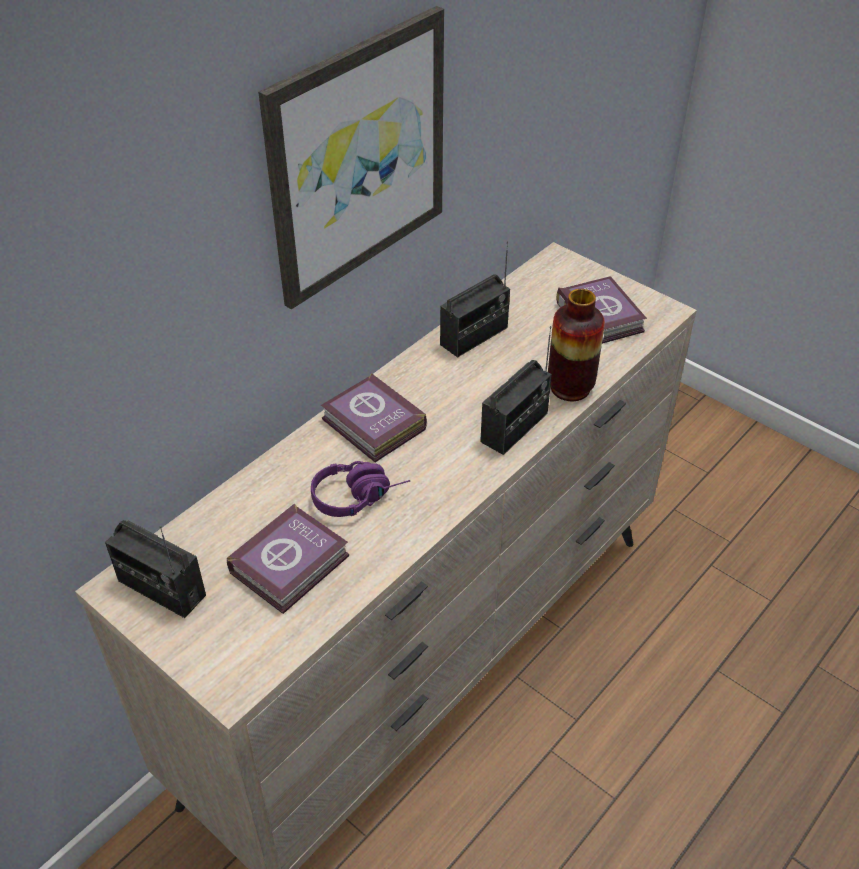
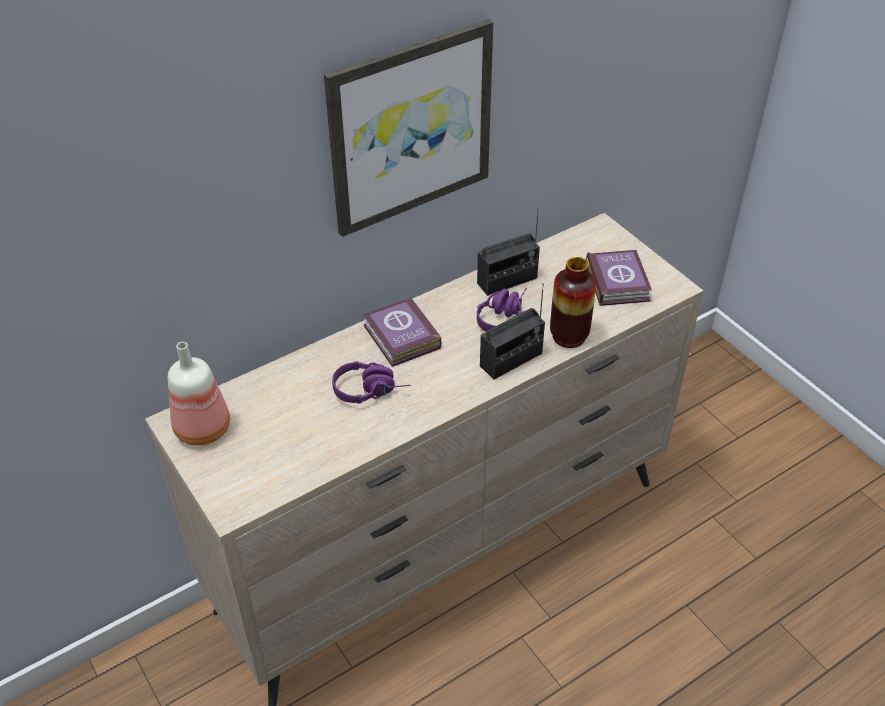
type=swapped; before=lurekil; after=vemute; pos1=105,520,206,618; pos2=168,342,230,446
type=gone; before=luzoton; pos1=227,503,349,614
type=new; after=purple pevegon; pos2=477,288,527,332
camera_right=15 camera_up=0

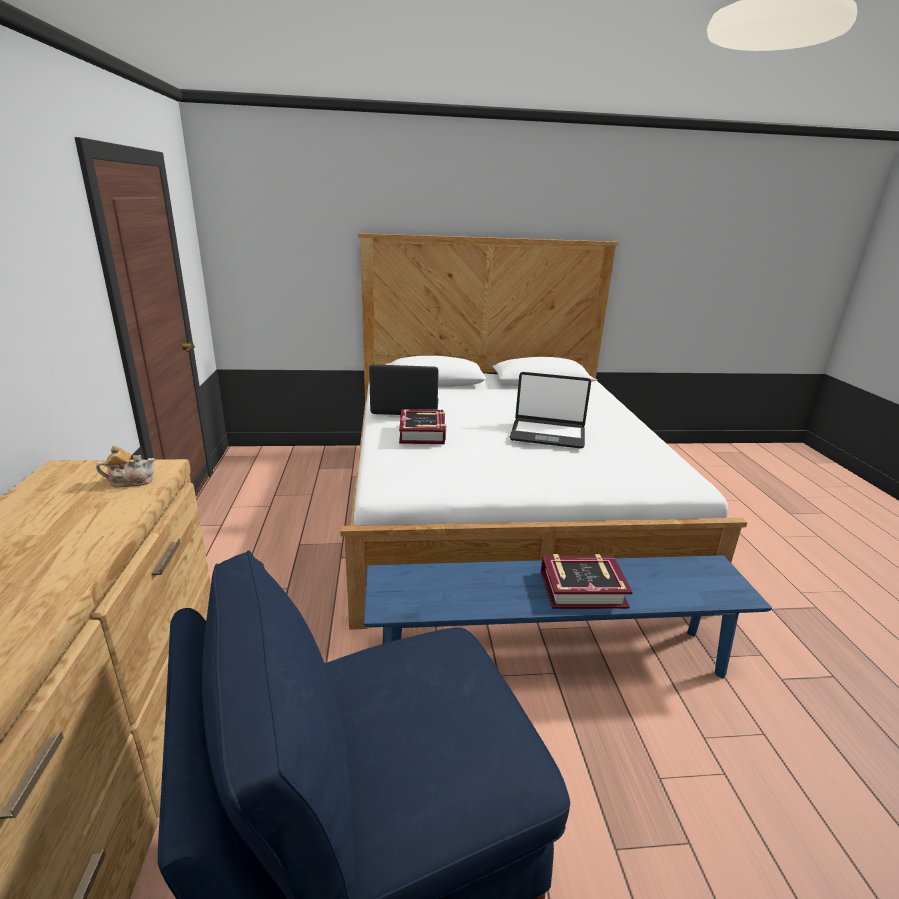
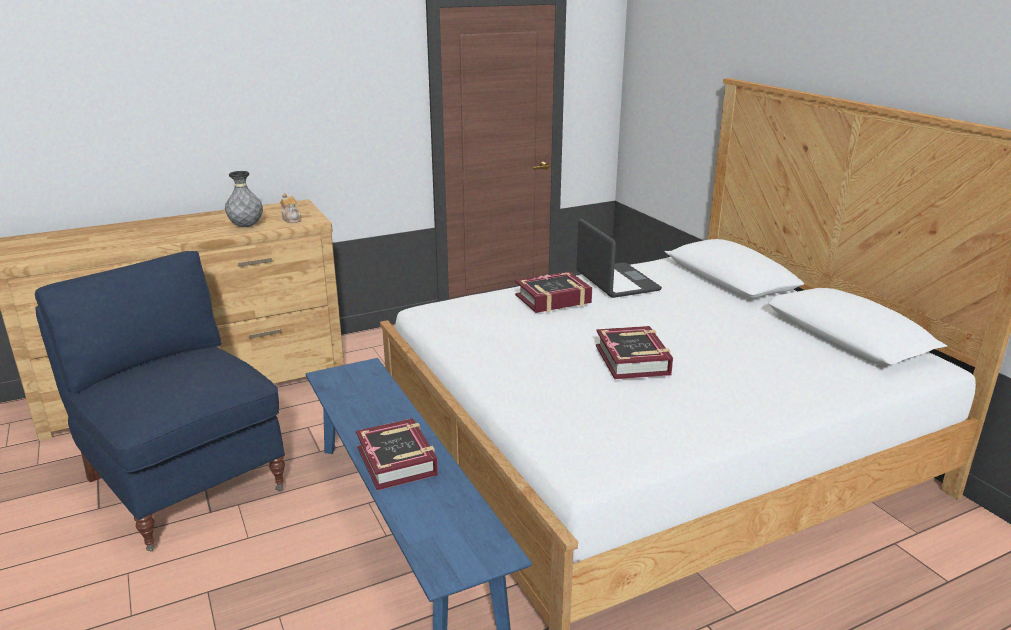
type=swapped; before=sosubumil; after=luzoton; pos1=510,372,591,449; pos2=596,326,673,379
type=new; after=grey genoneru; pos2=225,171,263,227
camera_right=70 camera_up=0

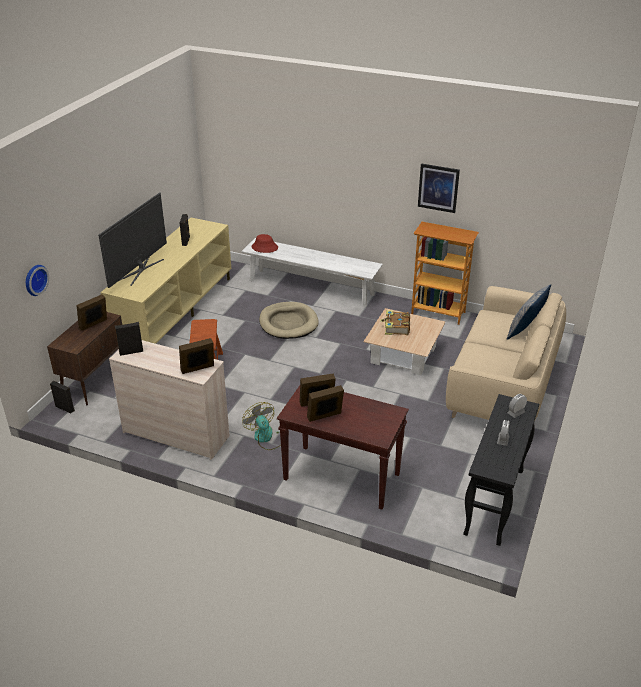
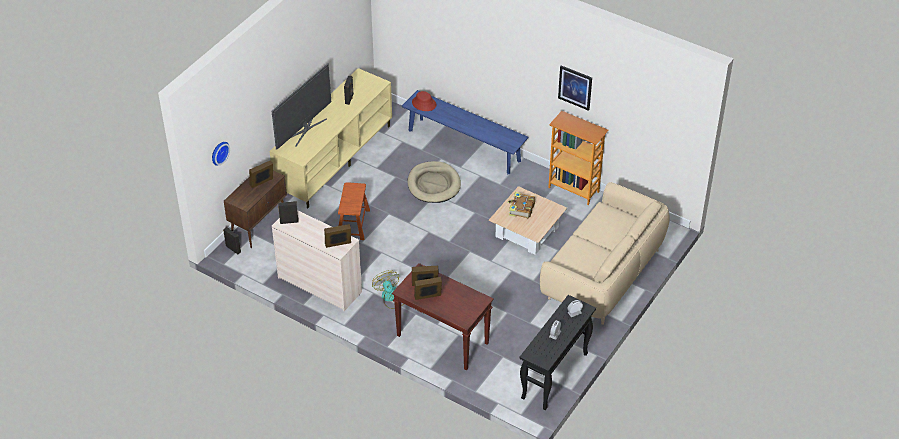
type=repainted; before=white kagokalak; after=blue kagokalak; pos1=241,238,383,307; pos2=402,90,529,174
type=gone; before=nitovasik; pos1=507,284,551,340
camera_right=10 camera_up=10

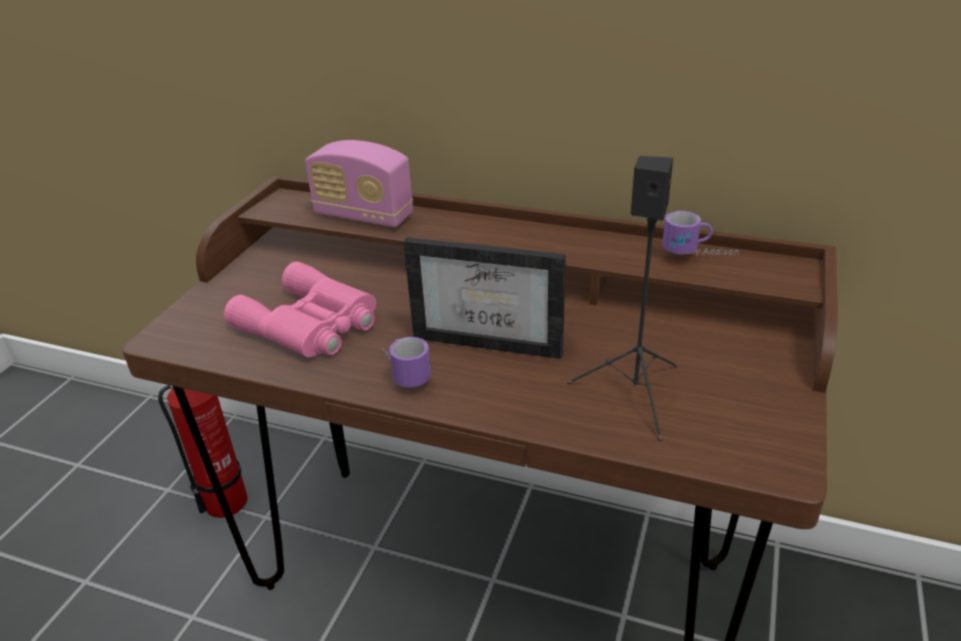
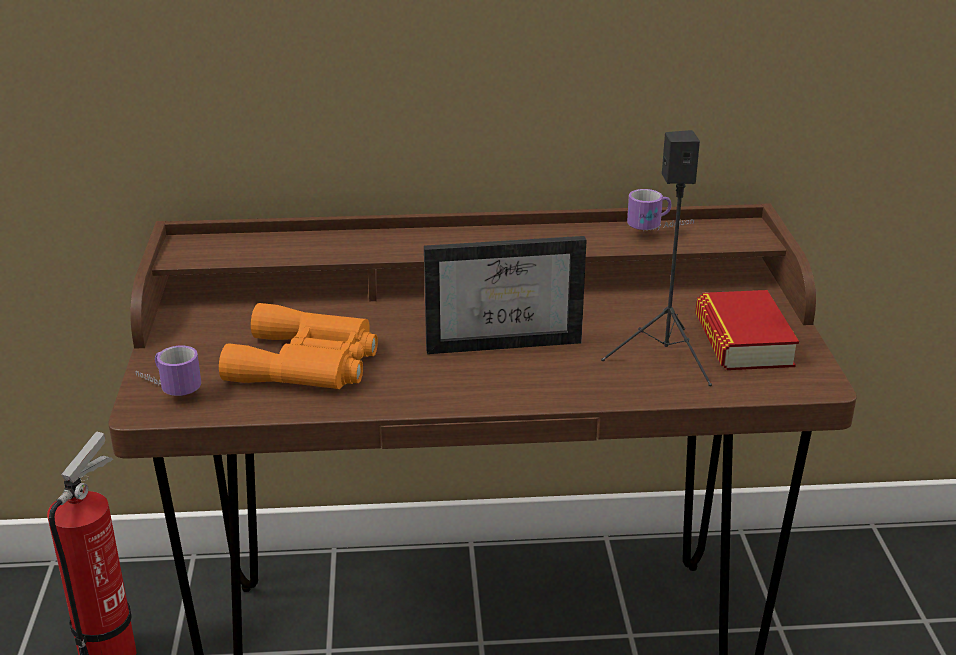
type=repainted; before=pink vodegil; after=orange vodegil; pos1=224,262,376,357; pos2=219,303,378,389
type=gone; before=lurekil; pos1=305,140,413,227
type=shifted; before=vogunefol; pos1=383,337,431,387; pos2=136,346,201,396
type=new; after=luzoton; pos2=695,290,799,370
camera_right=-25 camera_up=-5

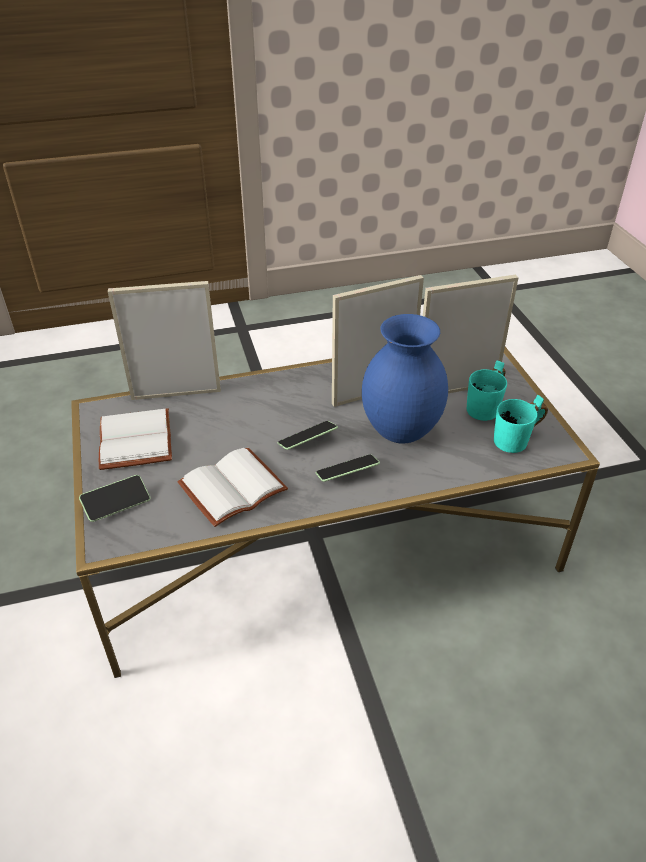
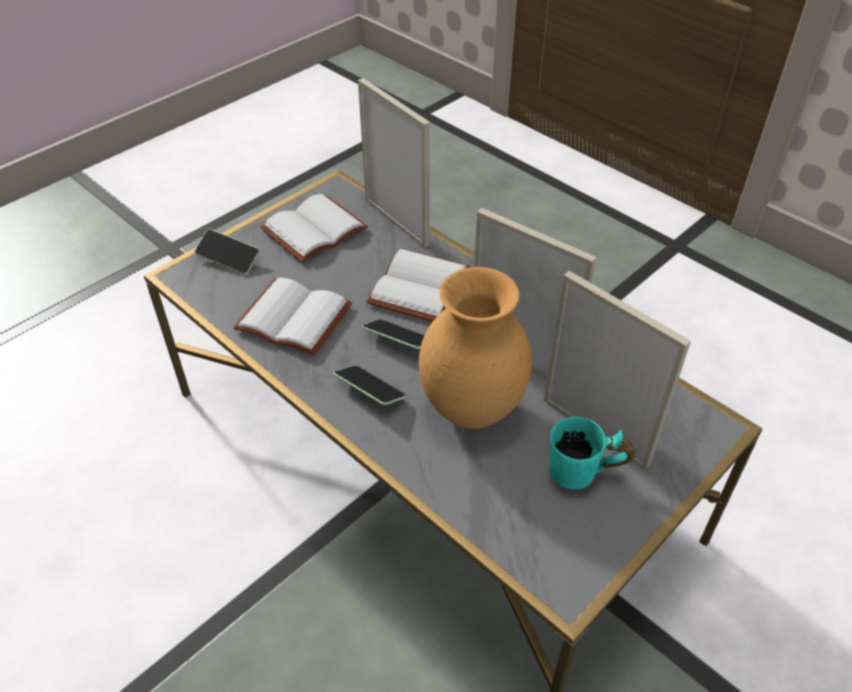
type=repainted; before=blue genoneru; after=brown genoneru; pos1=362,314,448,443; pos2=419,267,532,429
type=gone; before=turquoise vogunefol; pos1=494,395,548,453
type=new; after=white luzoton; pos2=366,249,470,321
camera_right=60 camera_up=5

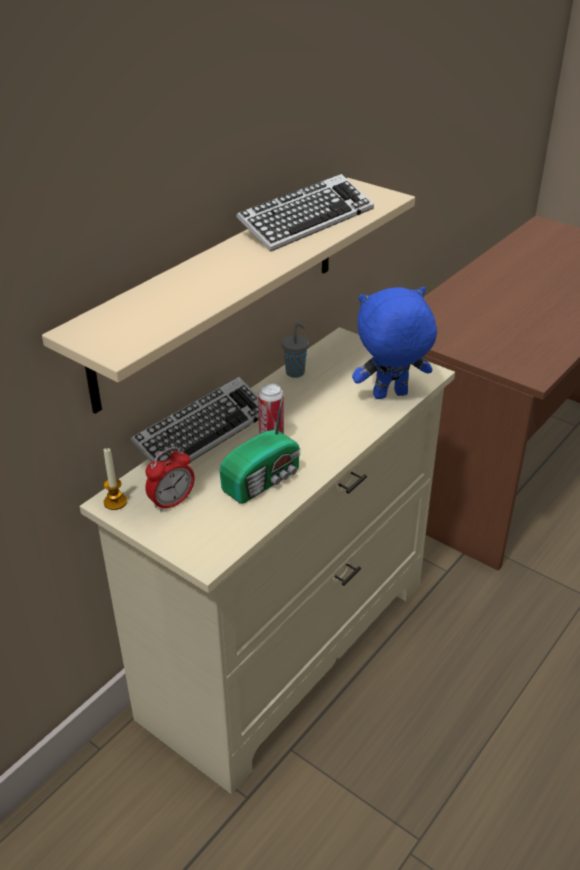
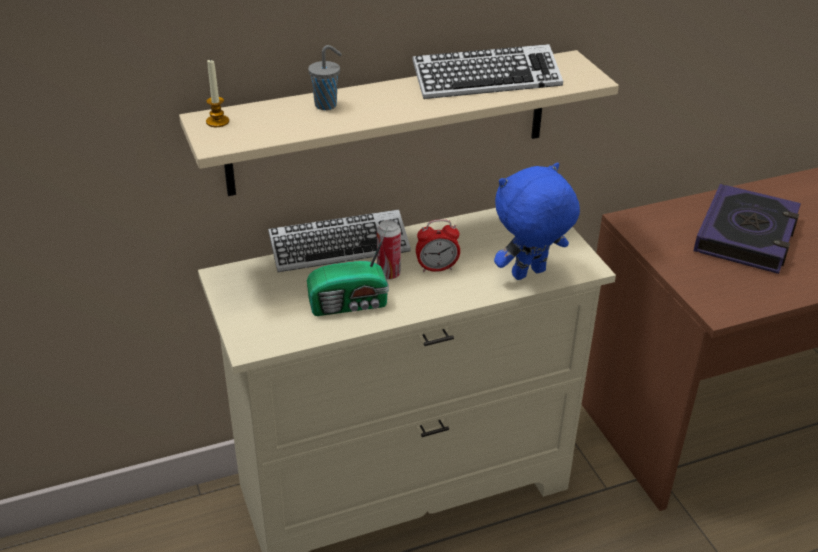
type=shifted; before=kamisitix; pos1=104,448,127,510; pos2=206,59,229,127
type=shifted; before=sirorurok; pos1=145,447,195,512; pos2=416,219,460,272
type=shifted; before=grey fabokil; pos1=282,323,309,378; pos2=308,45,342,110
type=rotated; before=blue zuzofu; pos1=352,287,437,399; pos2=494,163,580,280; turn=-45
type=new; after=luzoton; pos2=694,184,801,274
camera_right=30 camera_up=0

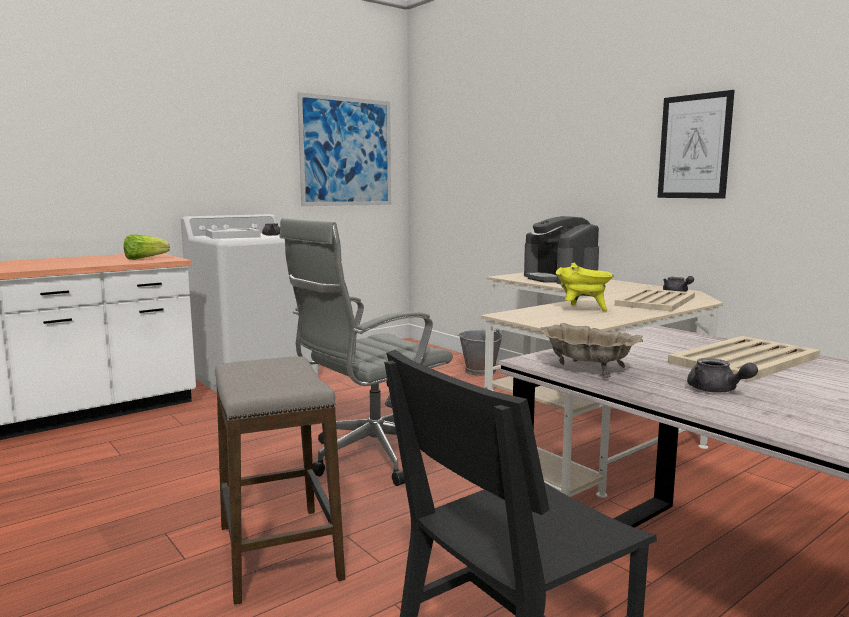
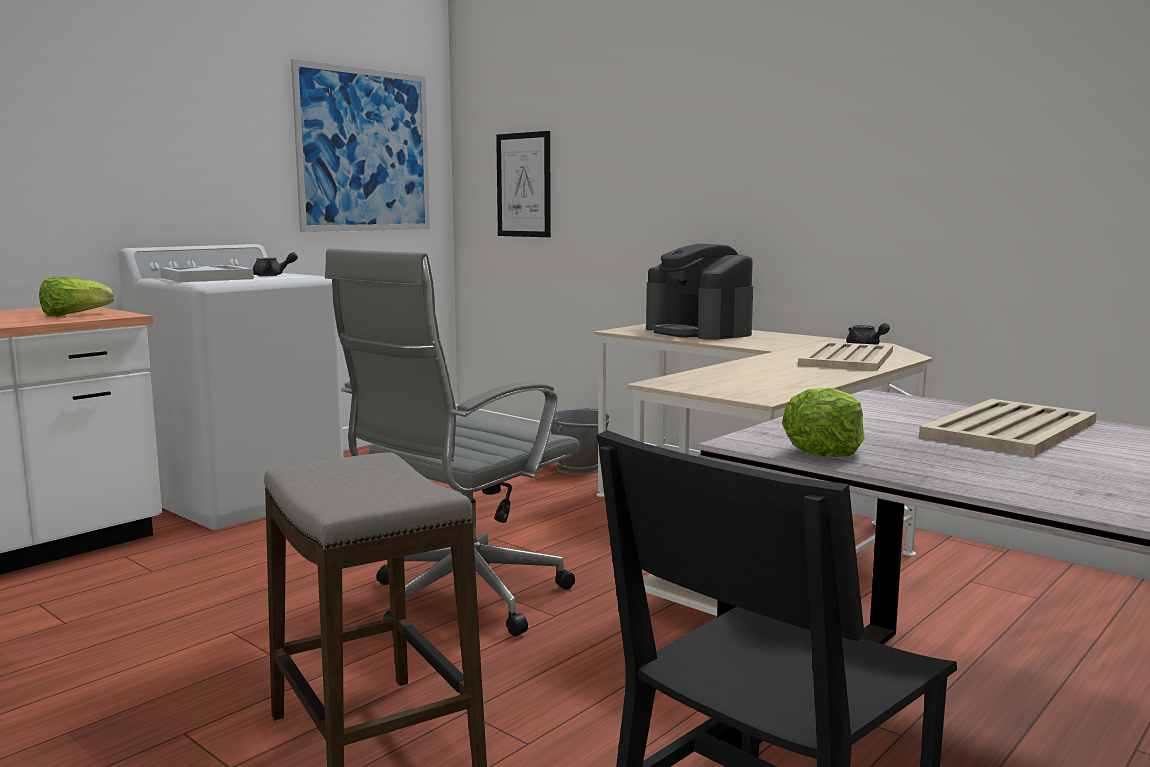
type=swapped; before=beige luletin; after=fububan; pos1=540,323,643,378; pos2=782,388,865,457
type=gone; before=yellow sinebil; pos1=555,263,614,311
type=shifted; before=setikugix; pos1=658,90,735,199; pos2=496,131,551,237
type=gone; before=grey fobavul; pos1=687,358,758,393
camera_right=-10 camera_up=0

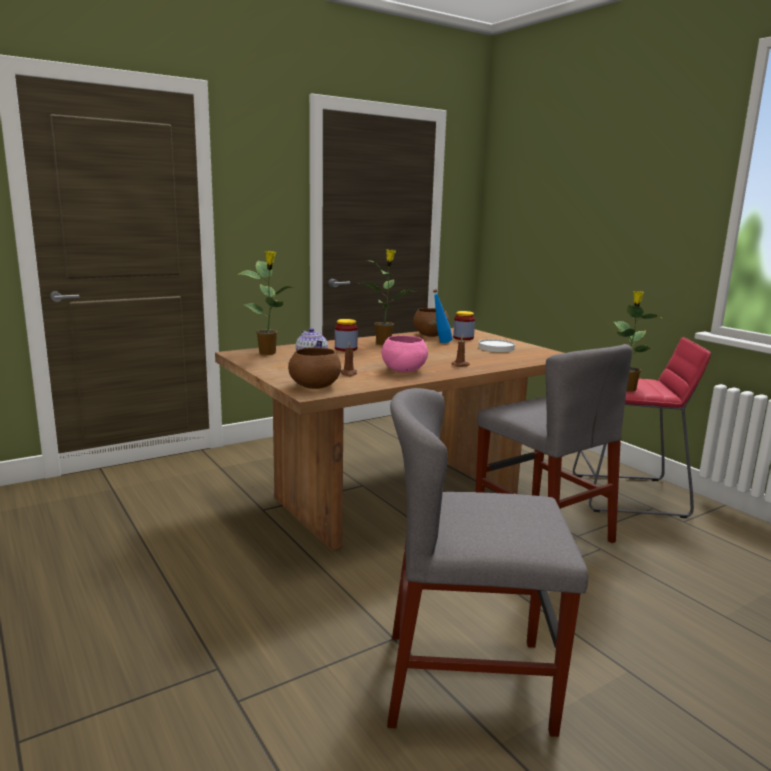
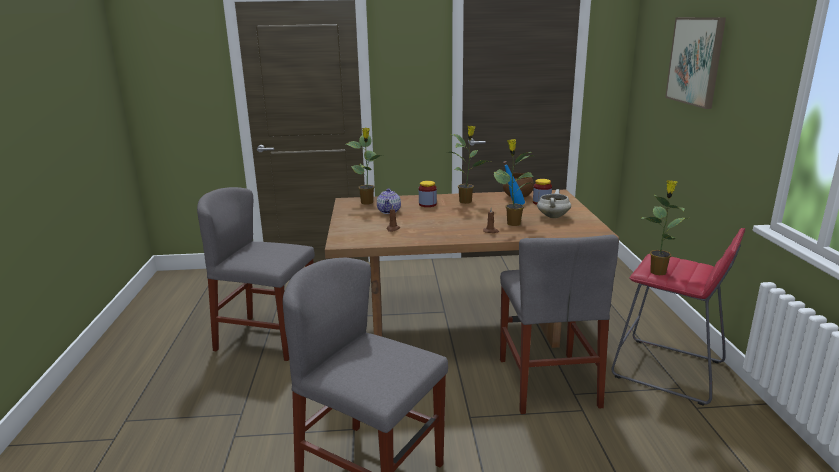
type=gone; before=brown luletin; pos1=288,348,341,389
type=gone; before=pink luletin; pos1=382,335,428,372
type=swapped; before=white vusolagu; after=white sinebil; pos1=478,339,515,352; pos2=537,189,571,218
type=new; after=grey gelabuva; pos2=197,187,315,361
type=new; after=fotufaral; pos2=493,139,534,226
type=new; after=setikugix; pos2=665,17,726,109
camera_right=30 camera_up=5

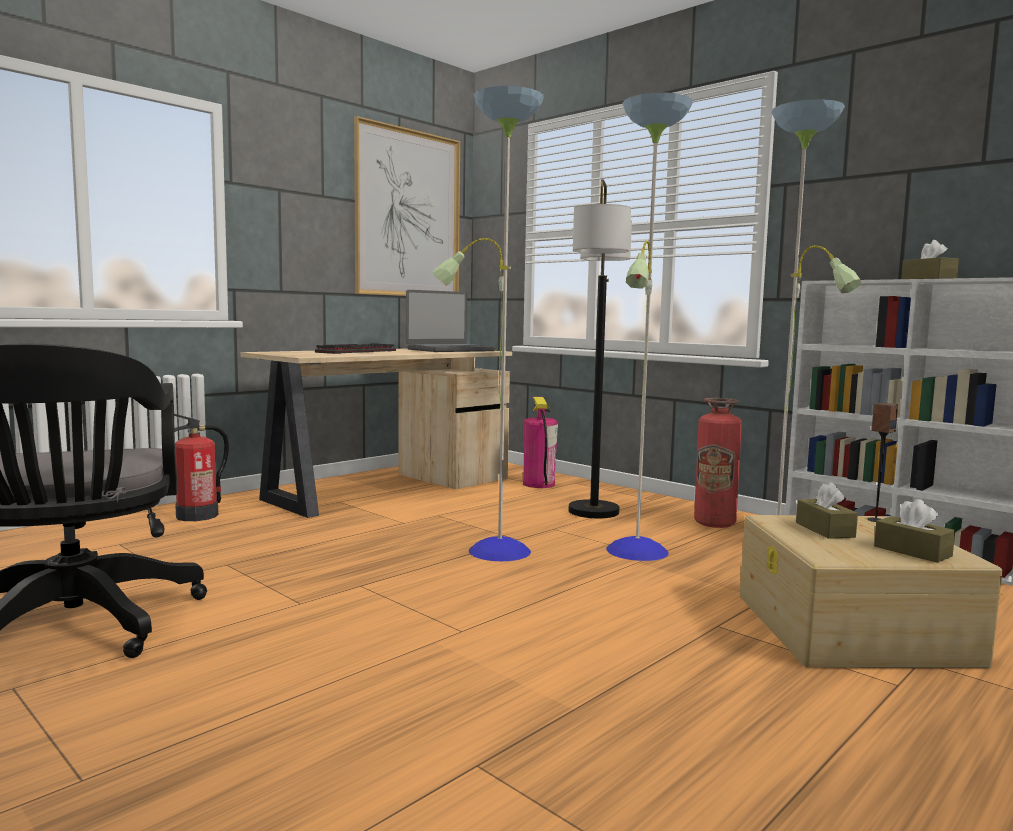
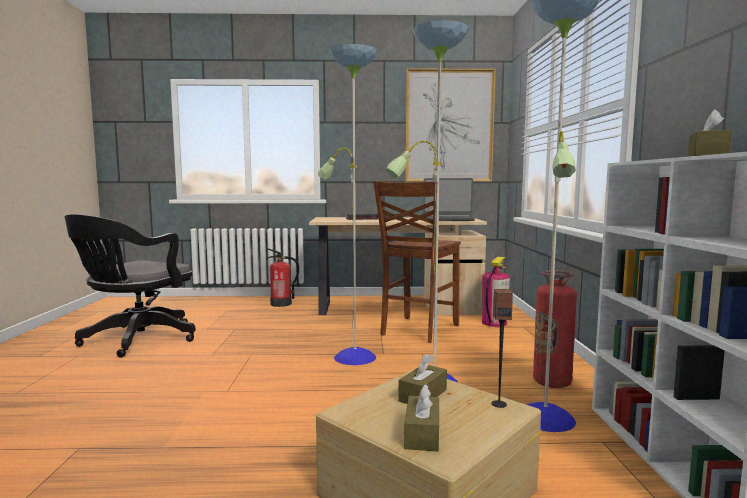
type=gone; before=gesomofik; pos1=568,179,632,518
type=new; after=brown gelabuva; pos2=373,181,461,343
camera_right=45 camera_up=0

